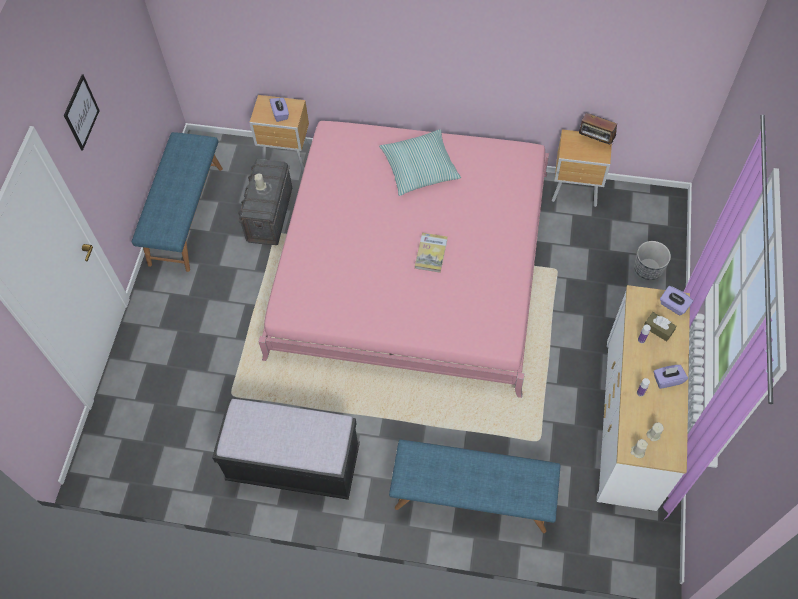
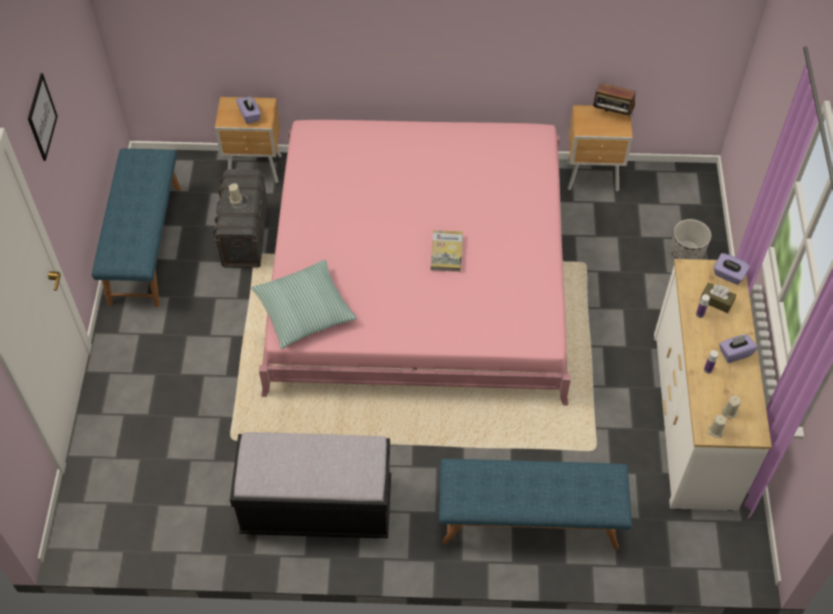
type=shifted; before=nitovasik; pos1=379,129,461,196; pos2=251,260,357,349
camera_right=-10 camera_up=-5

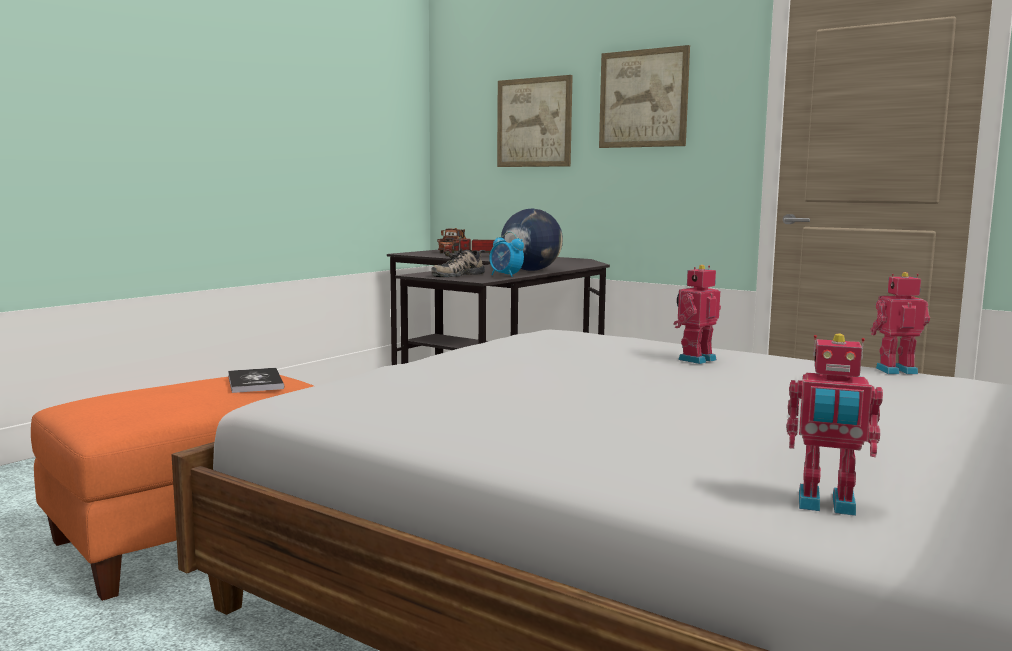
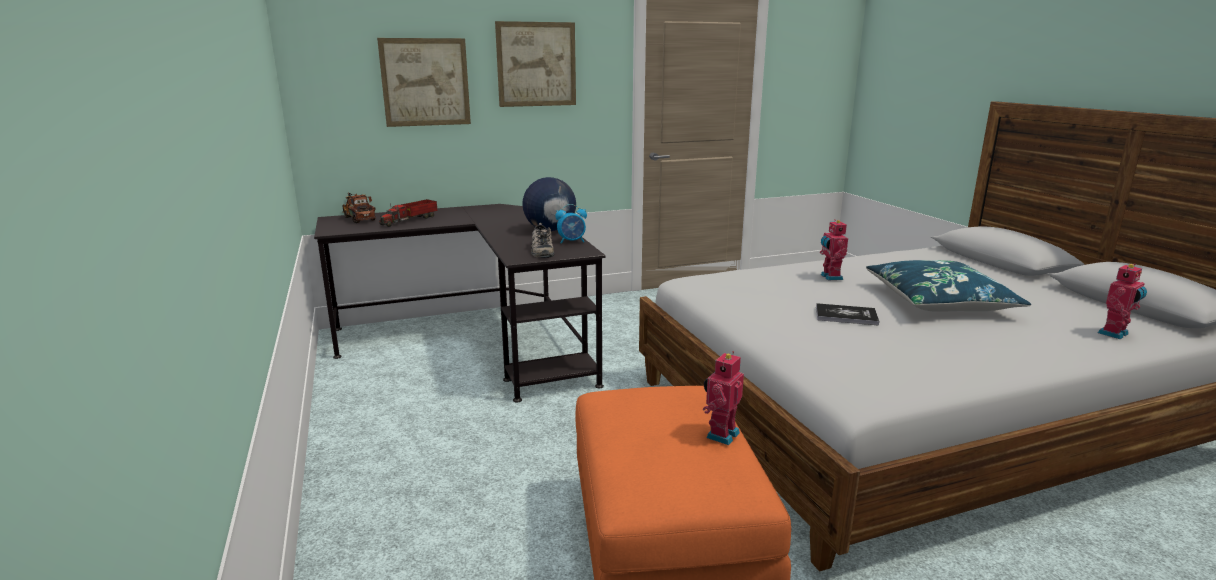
type=shifted; before=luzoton; pos1=228,368,284,393; pos2=816,303,879,326
type=shifted; before=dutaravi; pos1=870,272,930,374; pos2=703,351,744,445
type=new; after=blue nitovasik; pos2=866,260,1032,312
camera_right=-55 camera_up=10

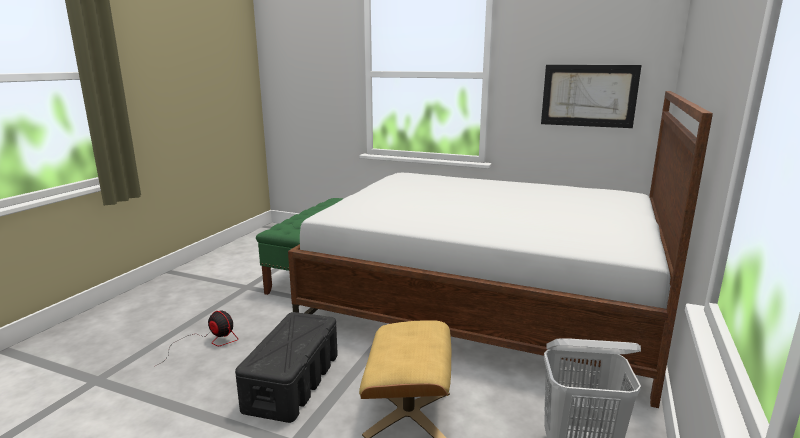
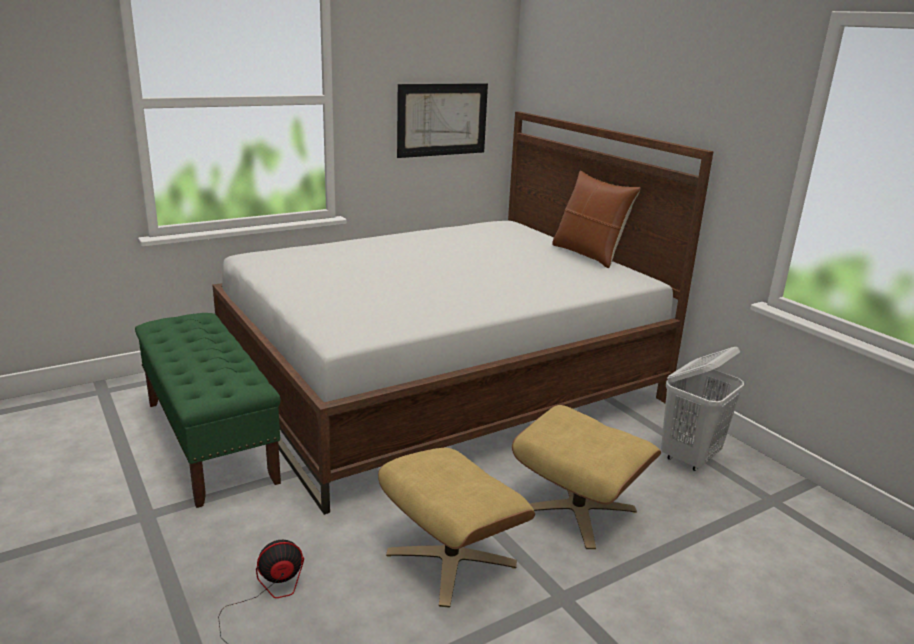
type=swapped; before=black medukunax; after=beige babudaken; pos1=235,312,338,423; pos2=378,448,535,608
type=new; after=brown nitovasik; pos2=552,171,641,268
camera_right=-55 camera_up=5

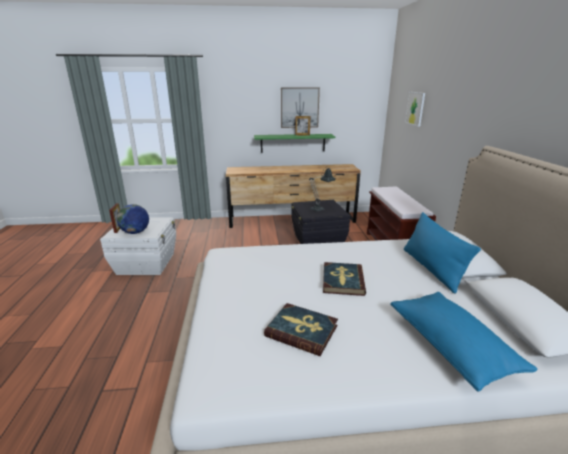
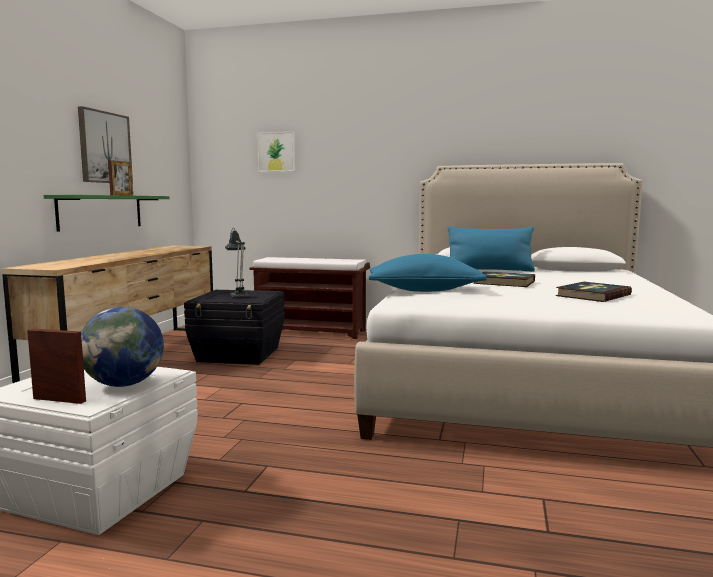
type=shifted; before=blue nitovasik; pos1=390,292,538,392; pos2=369,254,487,292
camera_right=-70 camera_up=-15

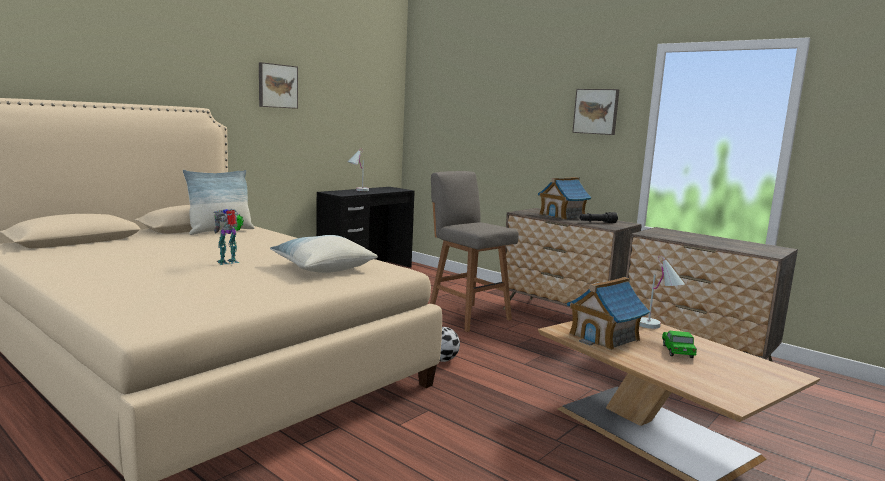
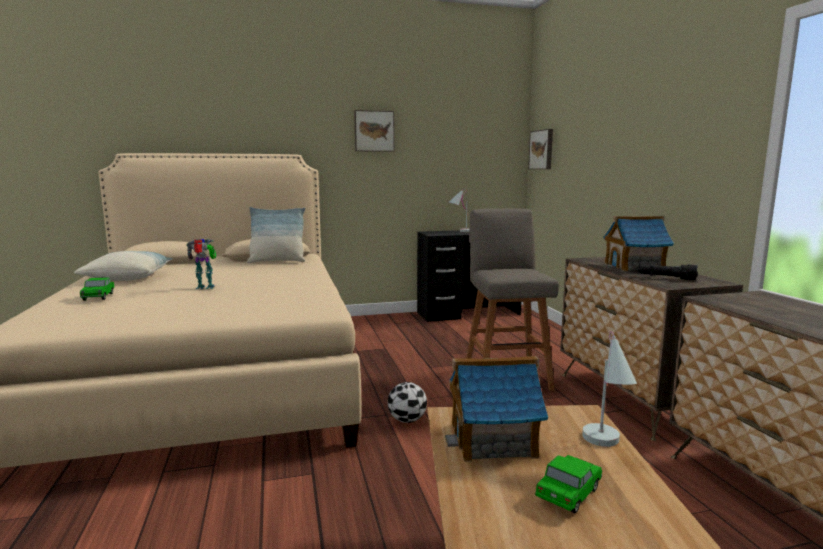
type=shifted; before=nitovasik; pos1=270,235,378,273; pos2=74,251,173,281
type=shifted; before=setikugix; pos1=572,89,619,135; pos2=528,129,553,169
type=new; after=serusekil; pos2=80,277,115,301
camera_right=35 camera_up=0

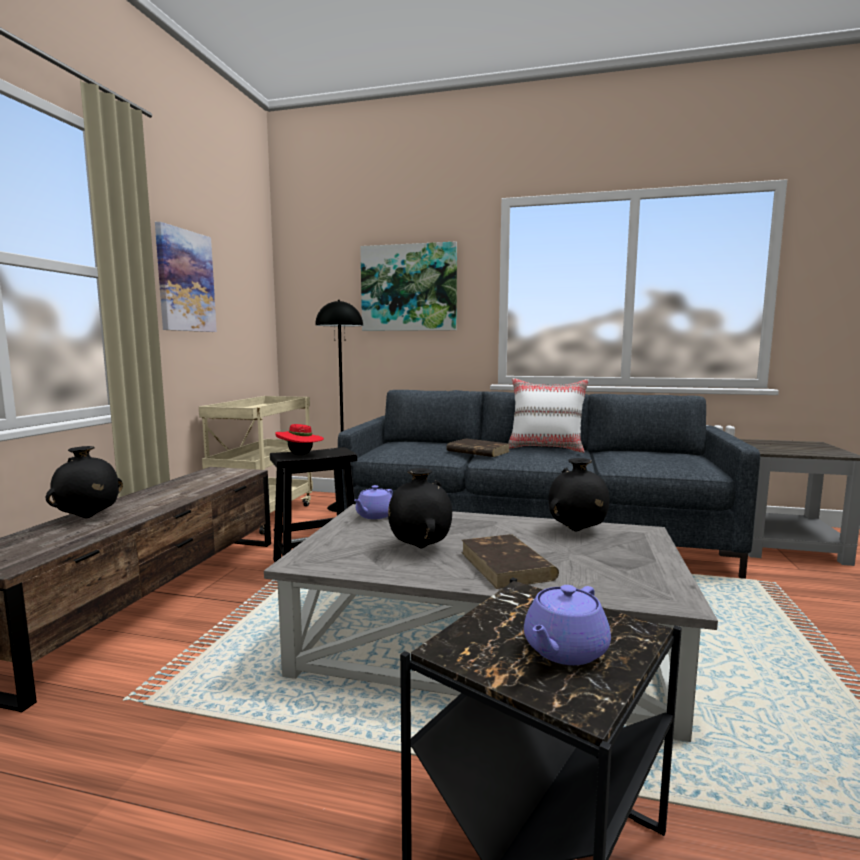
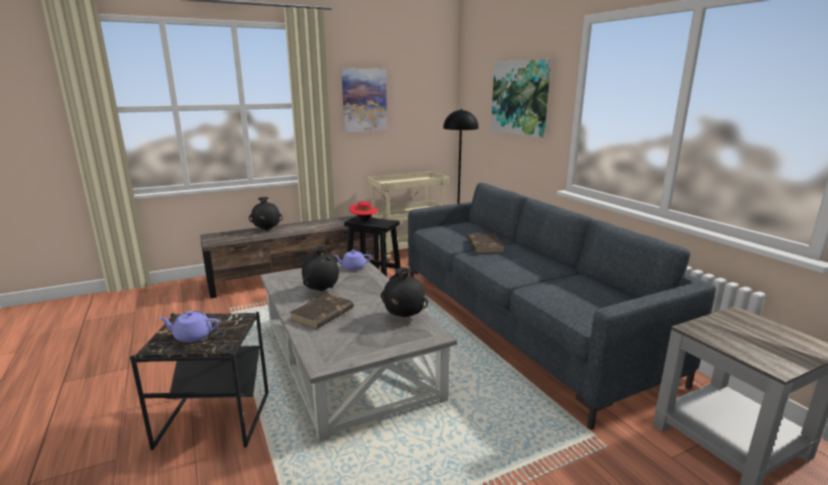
type=gone; before=white nitovasik; pos1=508,378,589,453
camera_right=50 camera_up=10

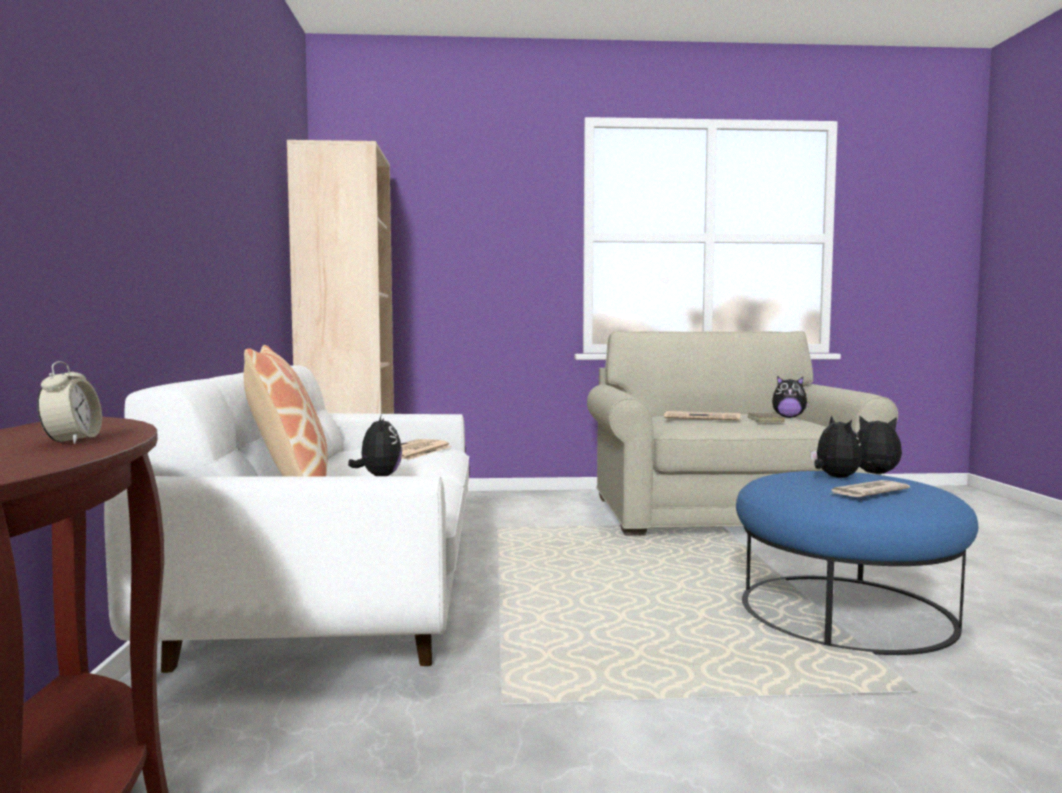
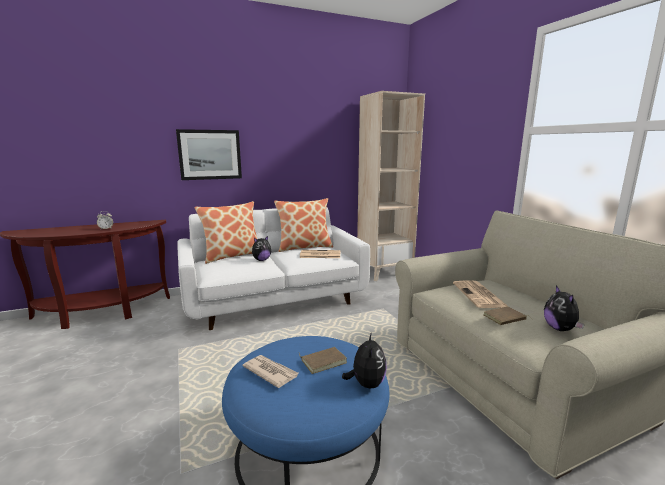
type=swapped; before=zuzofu; after=brown luzoton; pos1=811,416,862,478; pos2=299,347,347,374
type=new; after=setikugix; pos2=176,129,242,180
type=new; after=nitovasik; pos2=274,198,333,252
camera_right=70 camera_up=10

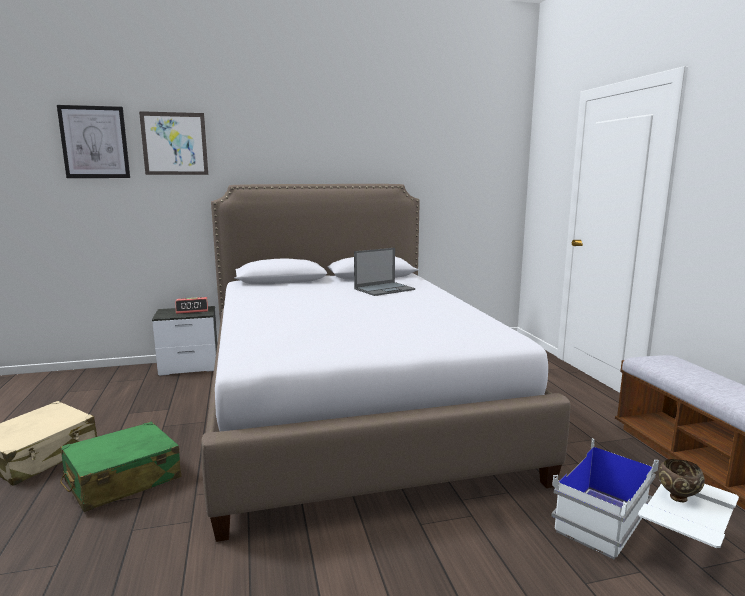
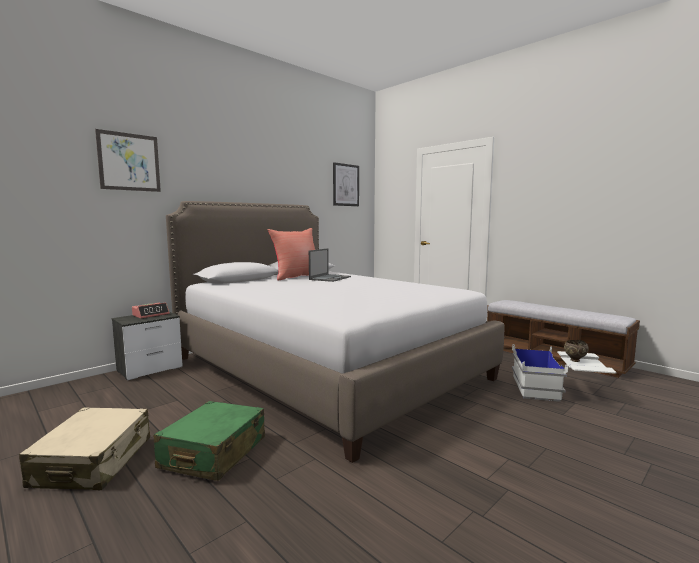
type=shifted; before=setikugix; pos1=57,105,130,178; pos2=333,162,359,206
type=new; after=red nitovasik; pos2=268,228,315,281
camera_right=-30 camera_up=-5

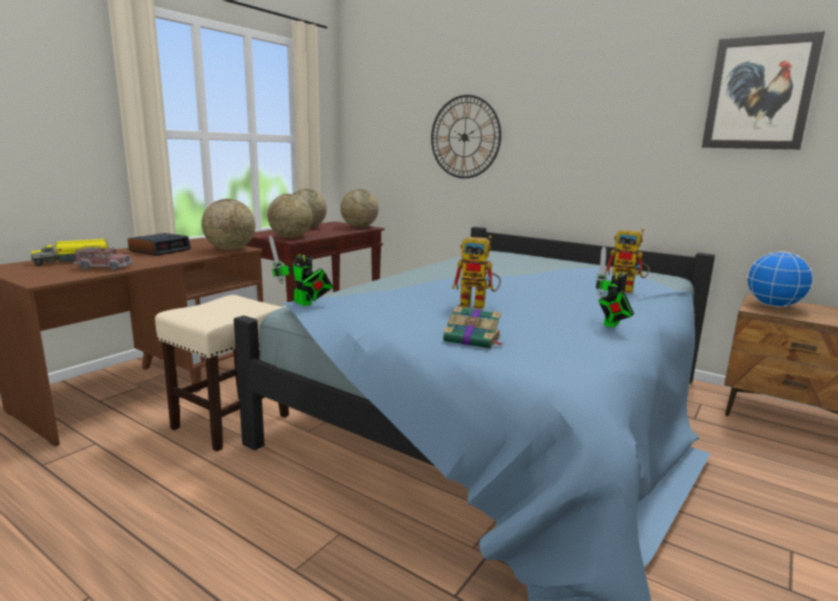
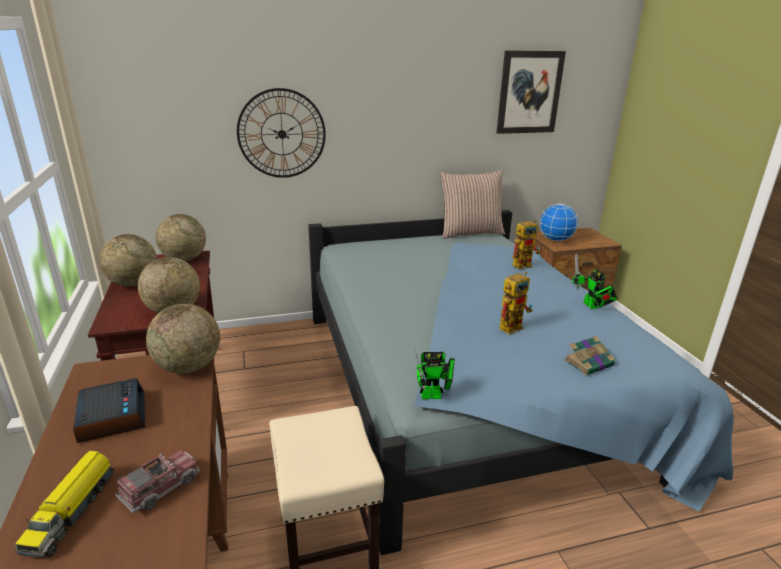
type=new; after=nitovasik; pos2=440,170,505,239
camera_right=-50 camera_up=10

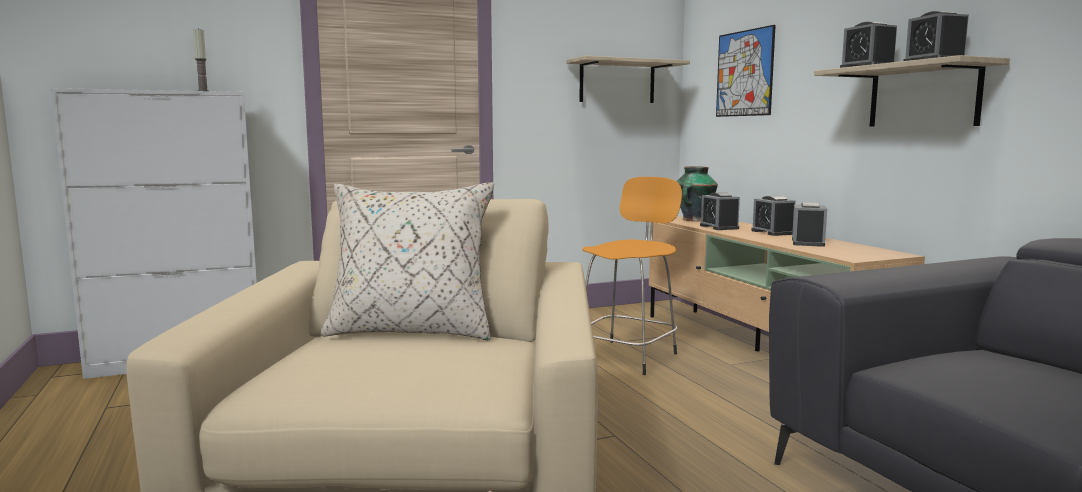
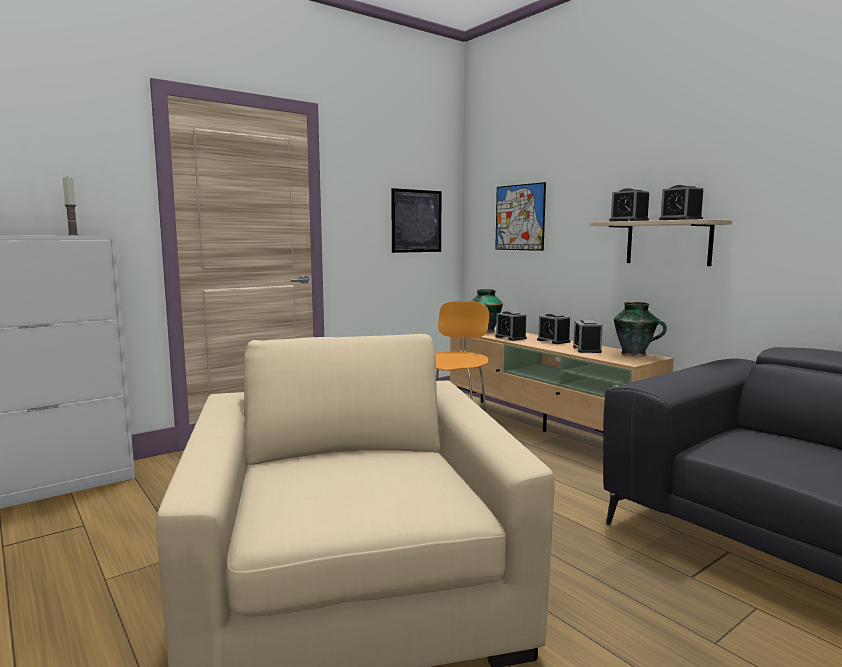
type=gone; before=beige nitovasik; pos1=321,182,494,340
type=swapped; before=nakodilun; after=setikugix; pos1=566,56,690,103; pos2=391,188,441,253
type=new; after=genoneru; pos2=614,302,667,357
camera_right=-15 camera_up=0

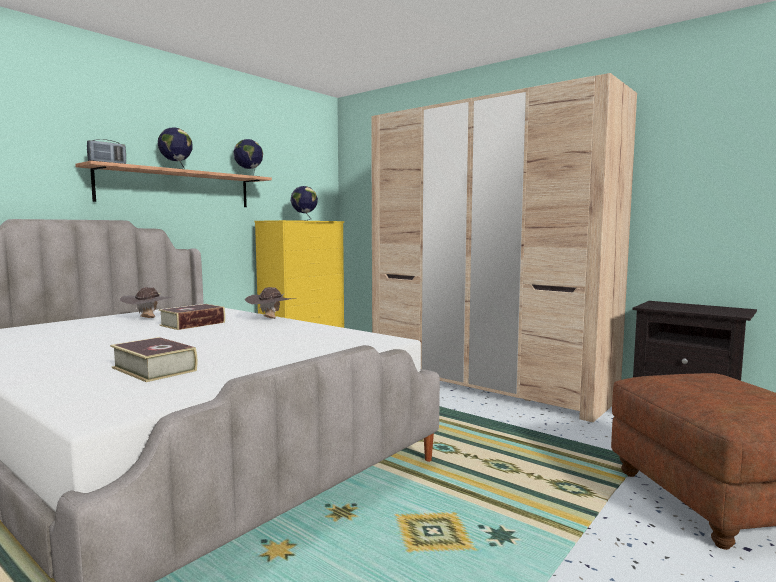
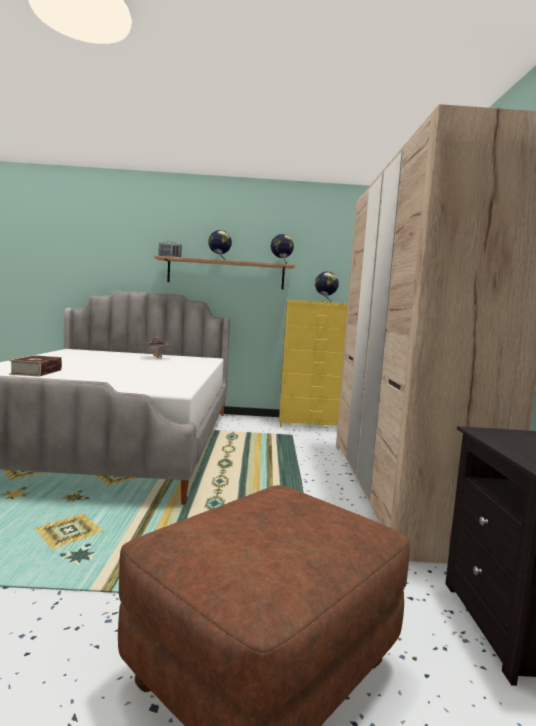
type=gone; before=luzoton; pos1=159,304,225,330
type=gone; before=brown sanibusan; pos1=245,287,294,319
camera_right=50 camera_up=0

